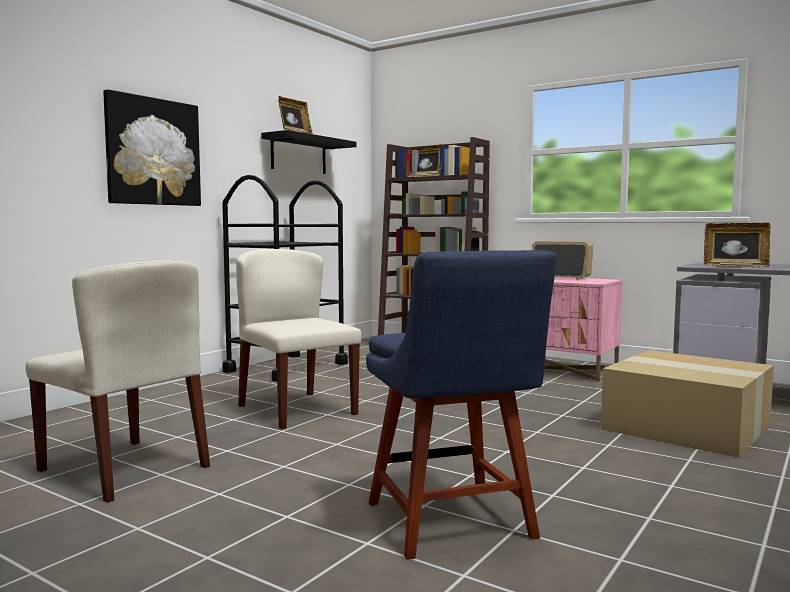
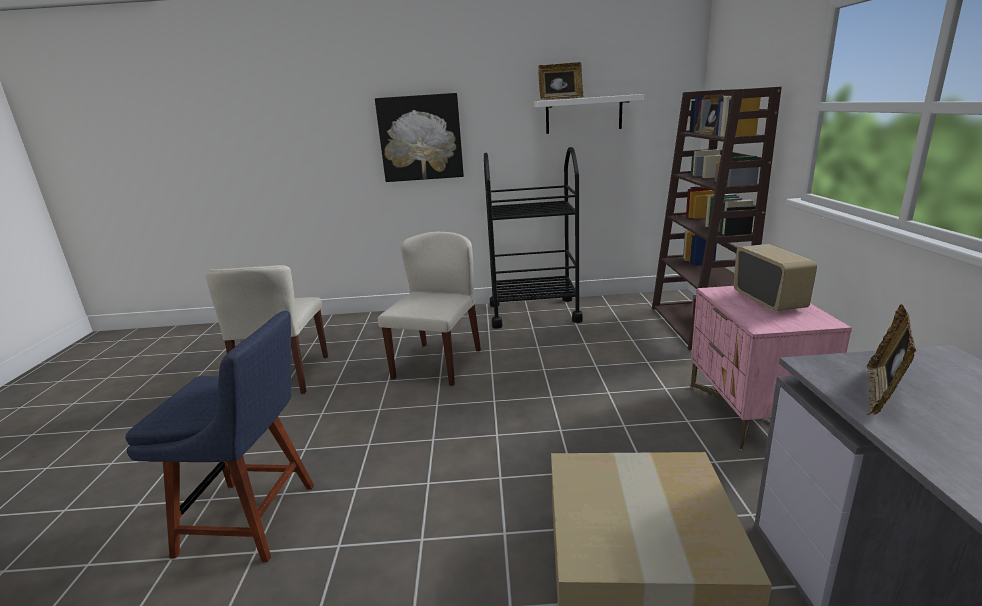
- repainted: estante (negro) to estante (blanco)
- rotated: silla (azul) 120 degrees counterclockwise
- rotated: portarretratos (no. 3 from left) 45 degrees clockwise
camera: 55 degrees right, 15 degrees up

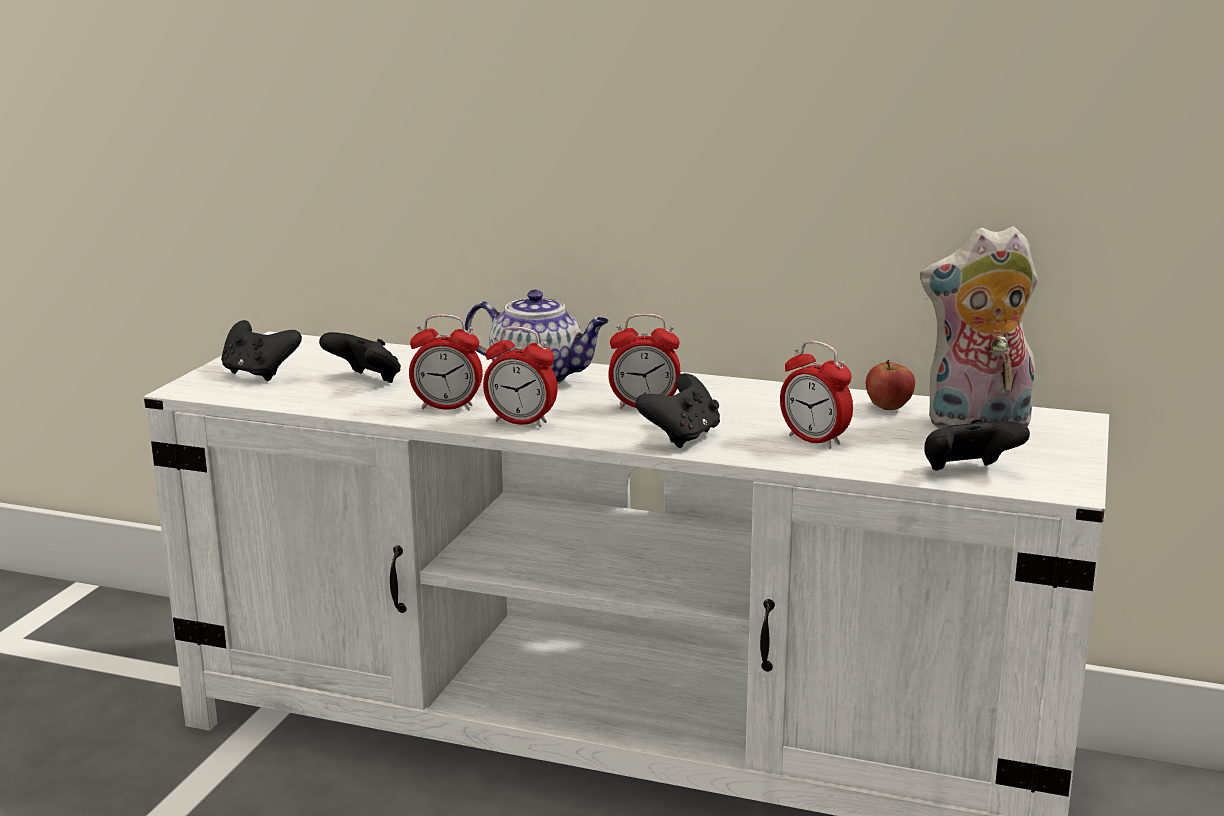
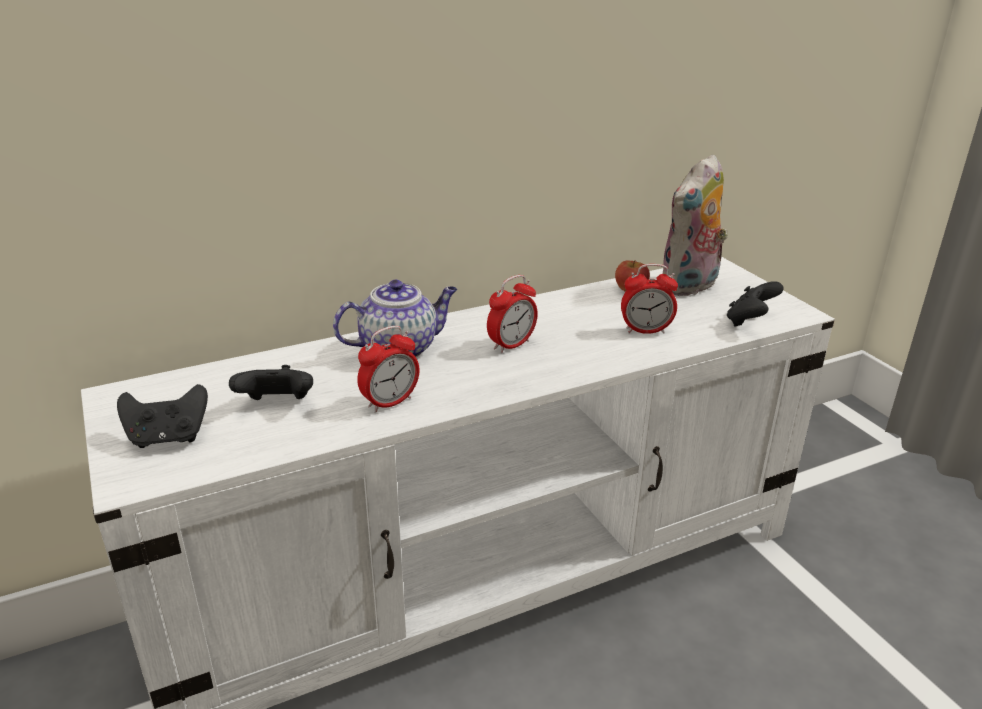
- gone: despertador (no. 2 from left)
- gone: mando de consola (negro) (no. 3 from left)
camera: 45 degrees left, 10 degrees up

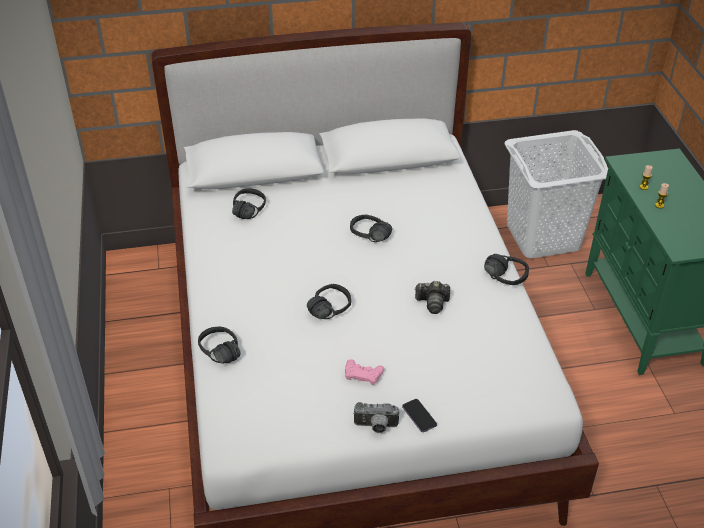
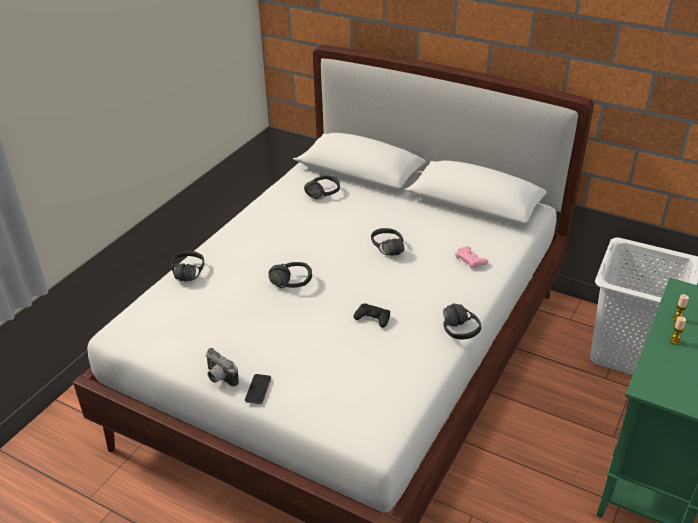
- shifted: mando de consola (rosa)
- swapped: cámara (no. 2 from left) to mando de consola (negro)
camera: 40 degrees right, 5 degrees down

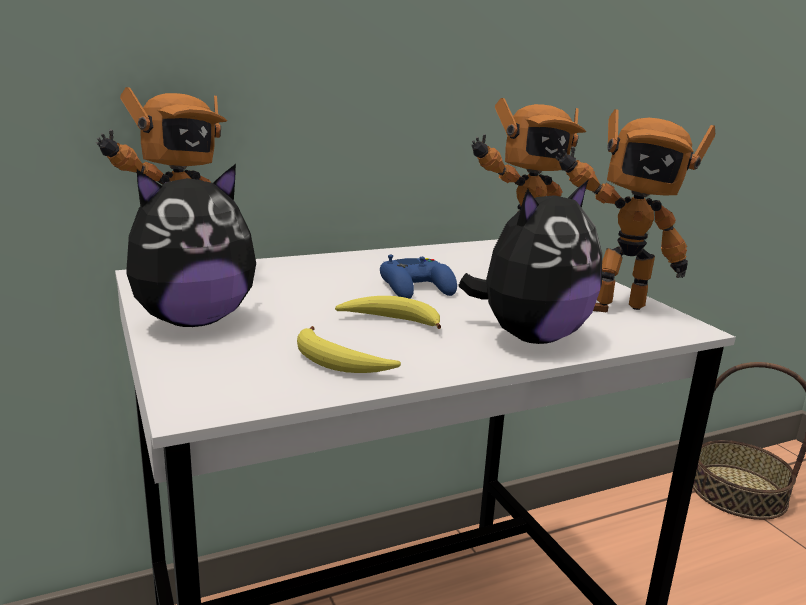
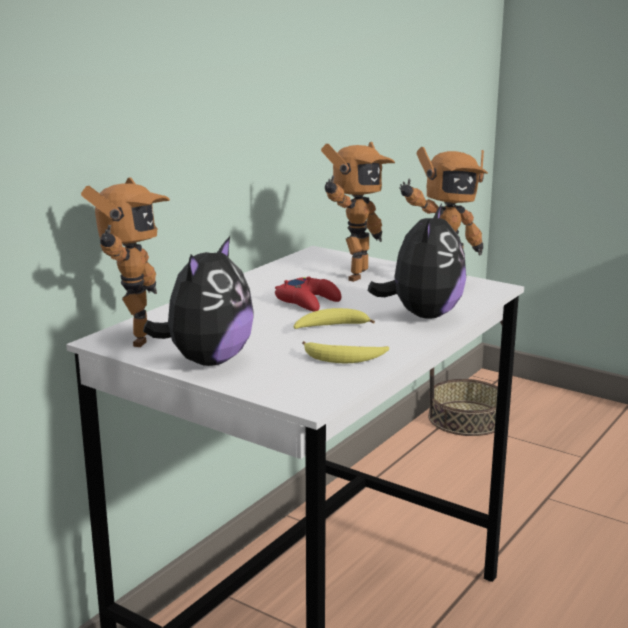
- repainted: mando de consola (azul) to mando de consola (rojo)
camera: 30 degrees left, 0 degrees up

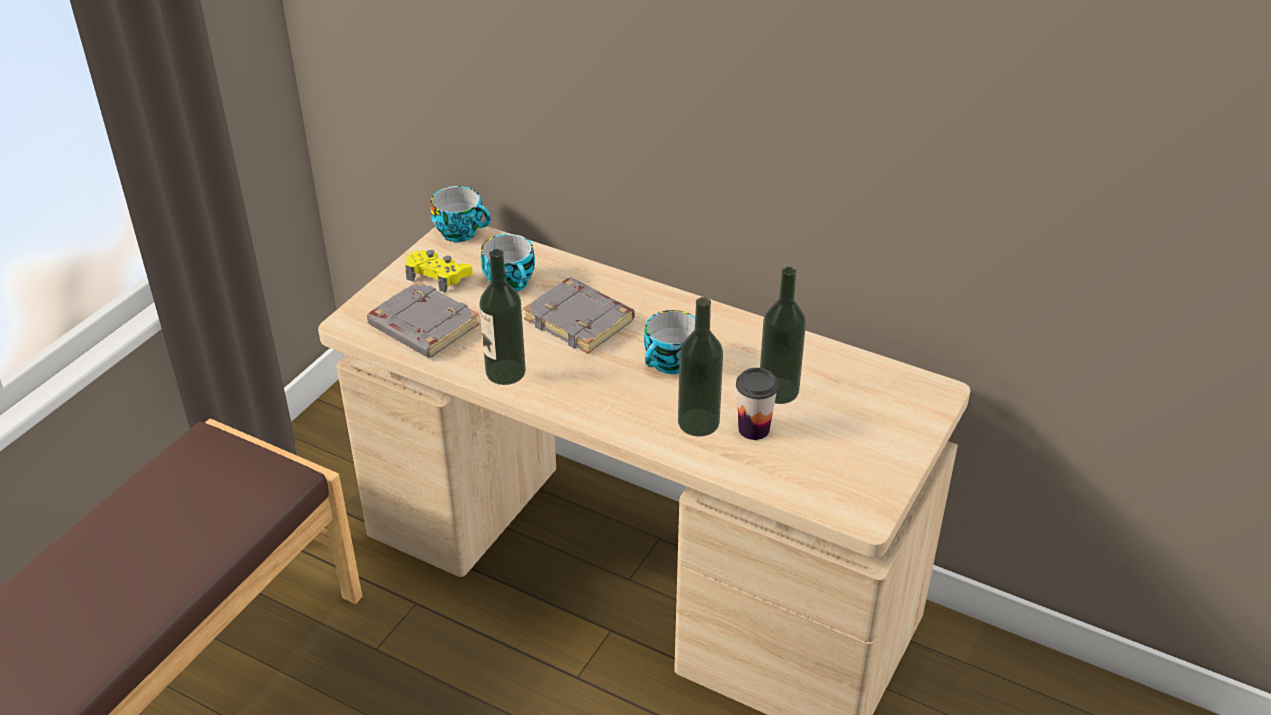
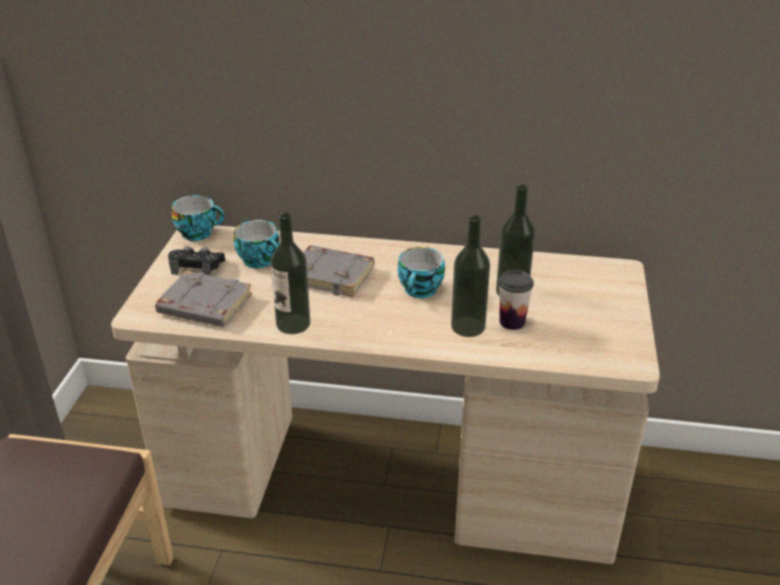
- repainted: mando de consola (amarillo) to mando de consola (negro)
camera: 20 degrees left, 5 degrees down

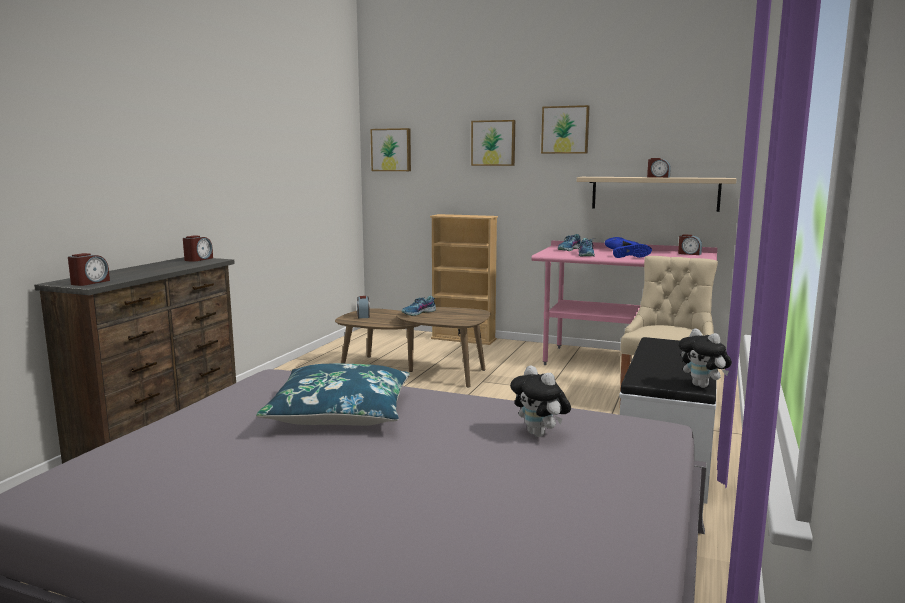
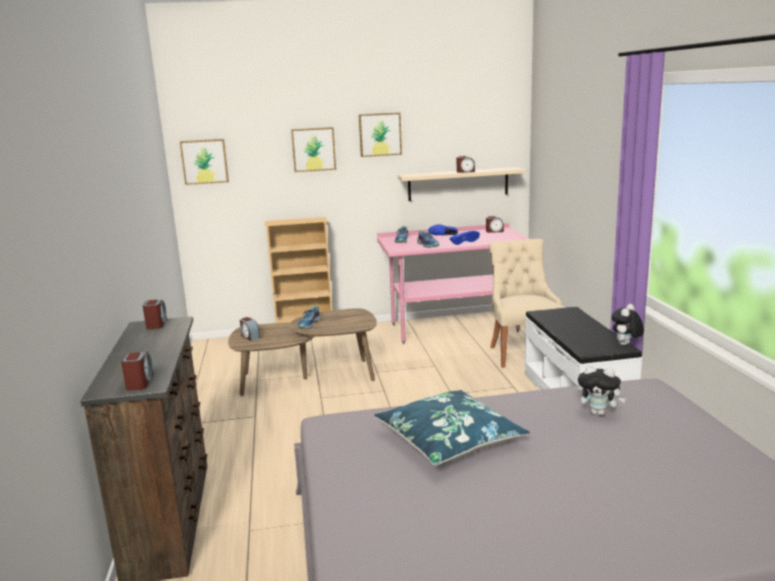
- rotated: peluche (no. 2 from left) 105 degrees clockwise
camera: 30 degrees left, 5 degrees up

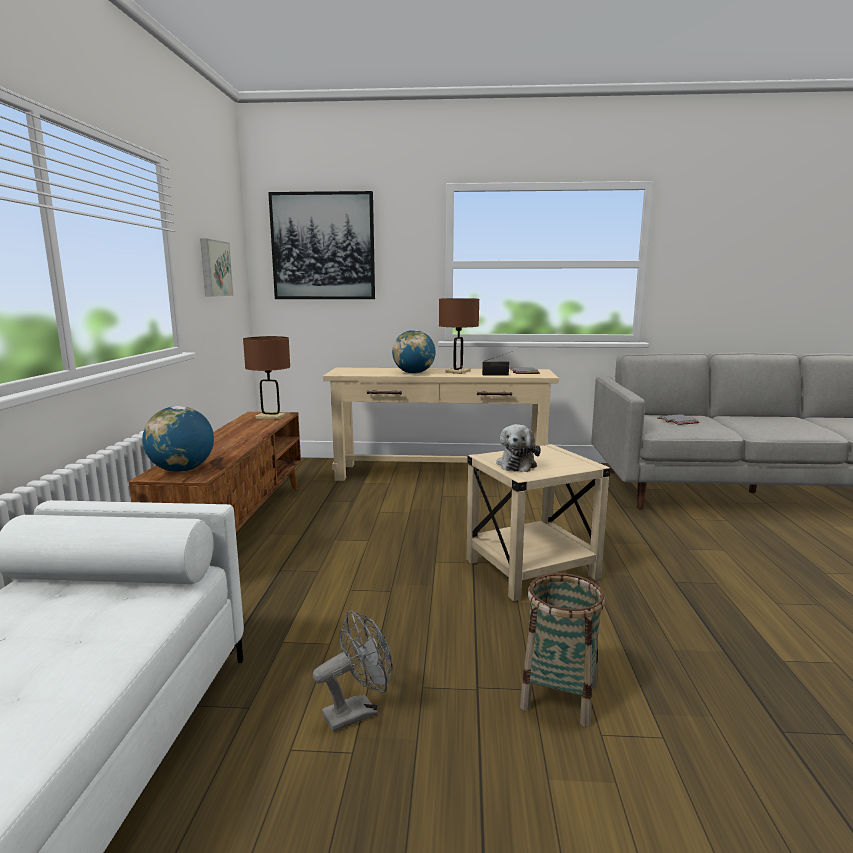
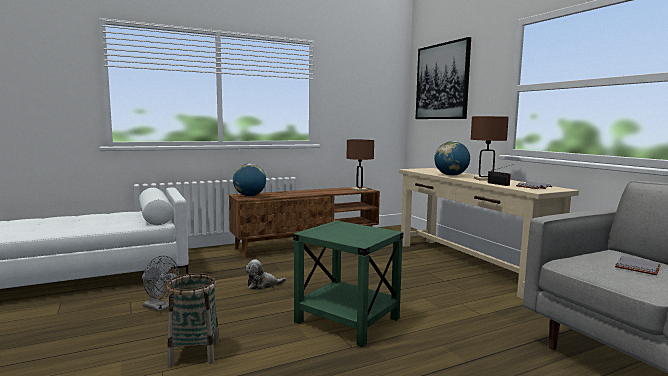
- gone: cuadro (no. 1 from left)
- repainted: mesa auxiliar (beis) to mesa auxiliar (verde)
- shifted: peluche
camera: 60 degrees right, 5 degrees down

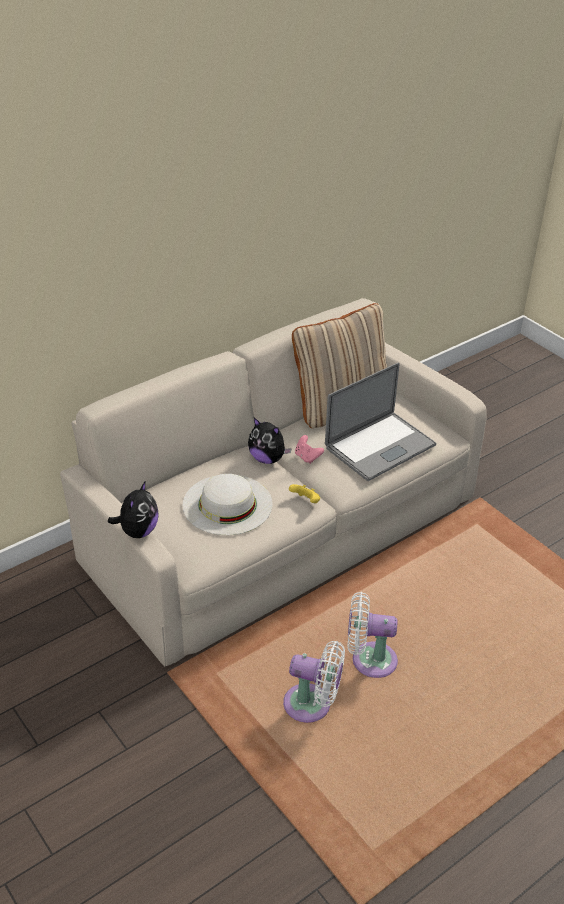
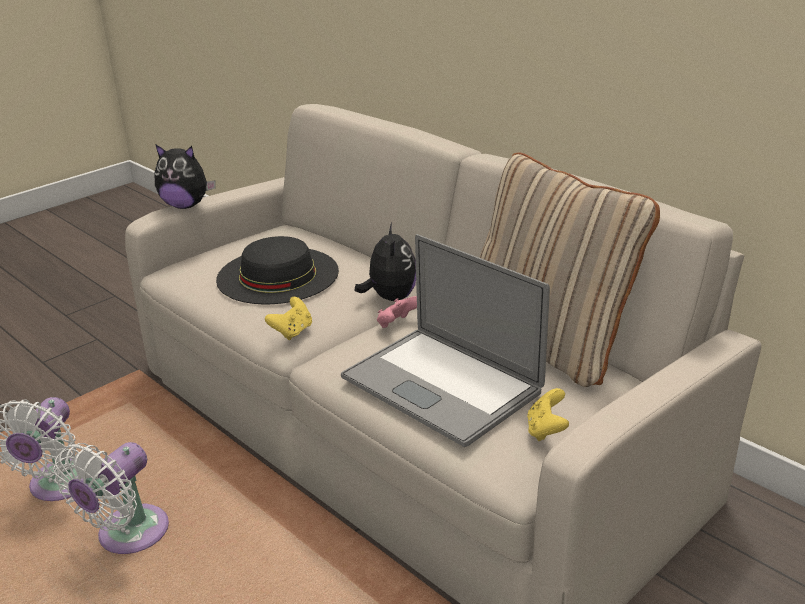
- repainted: sombrero (blanco) to sombrero (negro)
- rotated: peluche (no. 2 from left) 150 degrees clockwise
- rotated: ventilador (blanco) (no. 2 from left) 150 degrees counterclockwise
- new: mando de consola (amarillo) (no. 2 from left)
camera: 85 degrees right, 10 degrees down

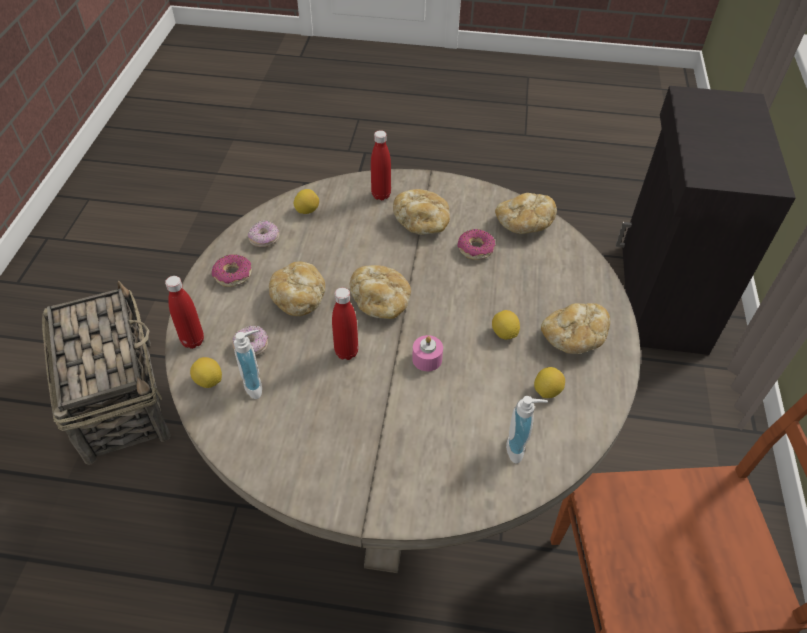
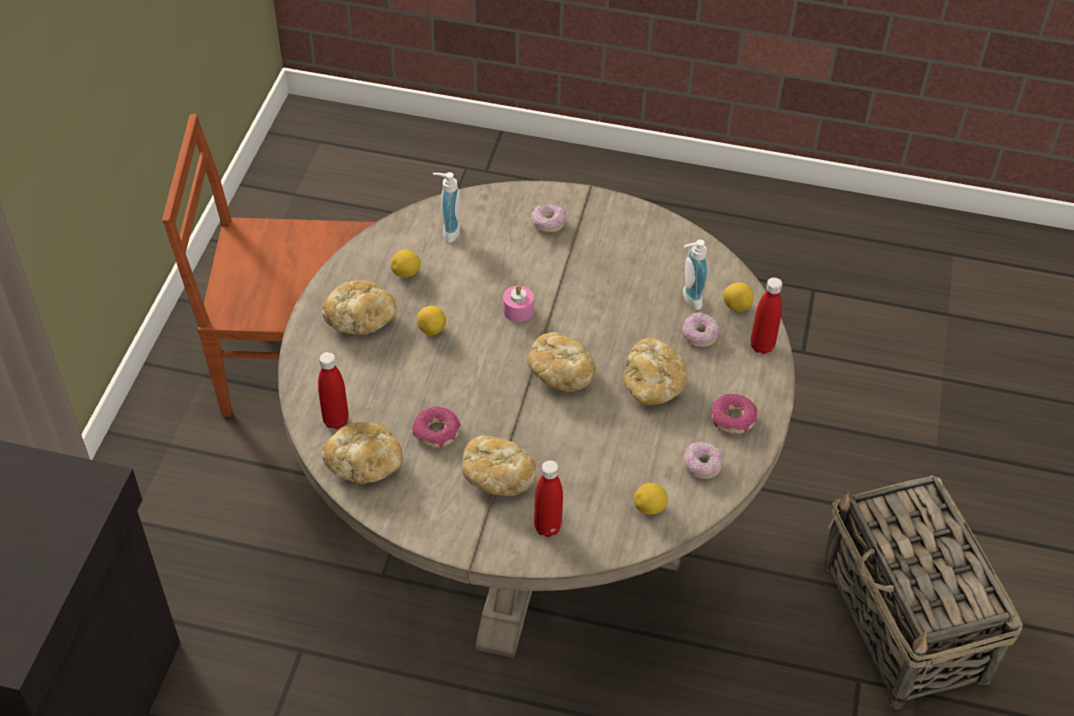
- shifted: botella (rojo) (no. 2 from left in the first image) to botella (rojo) (no. 1 from left)
- new: rosquilla (no. 2 from left)
camera: 175 degrees left, 0 degrees up

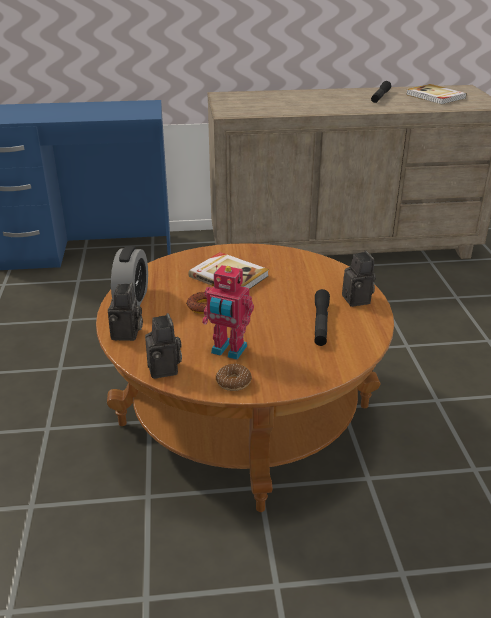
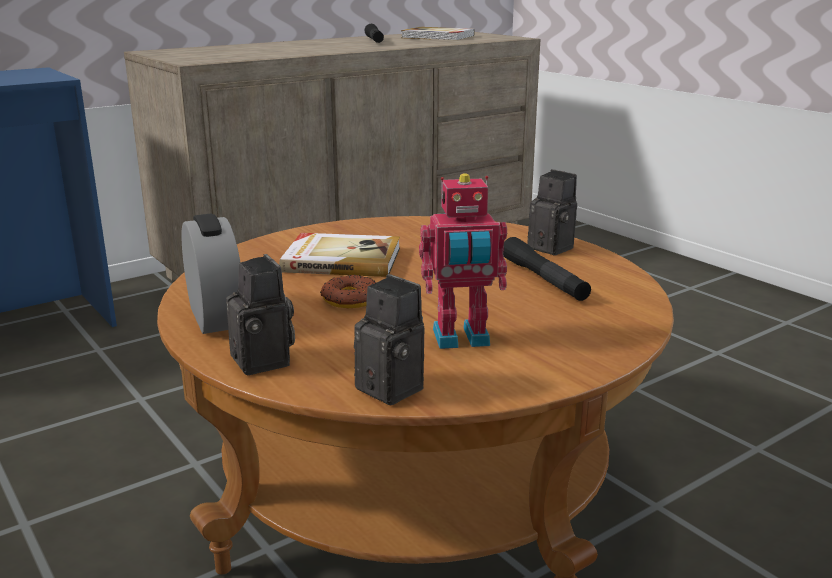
- gone: rosquilla (no. 2 from left)
camera: 30 degrees left, 10 degrees down

